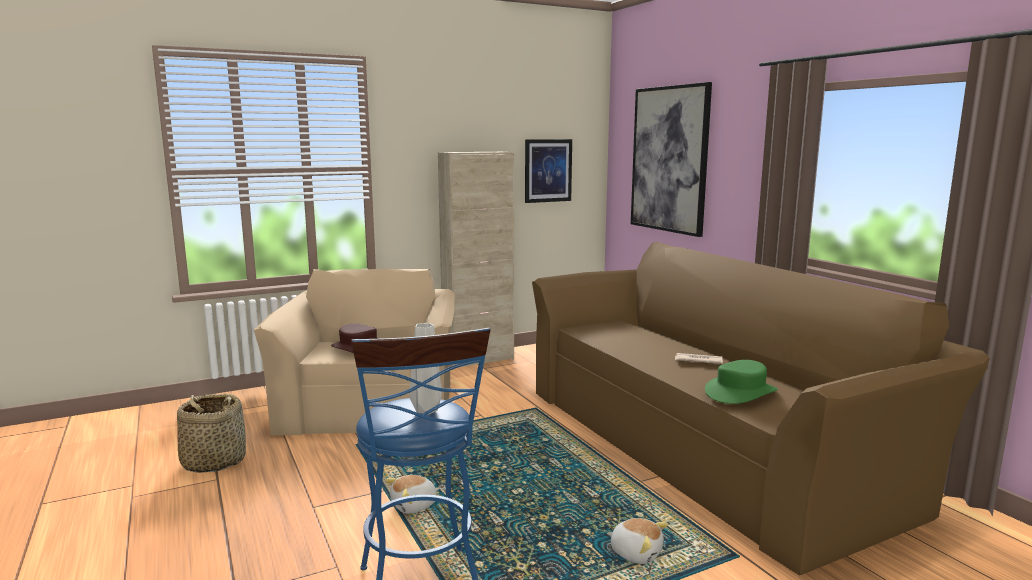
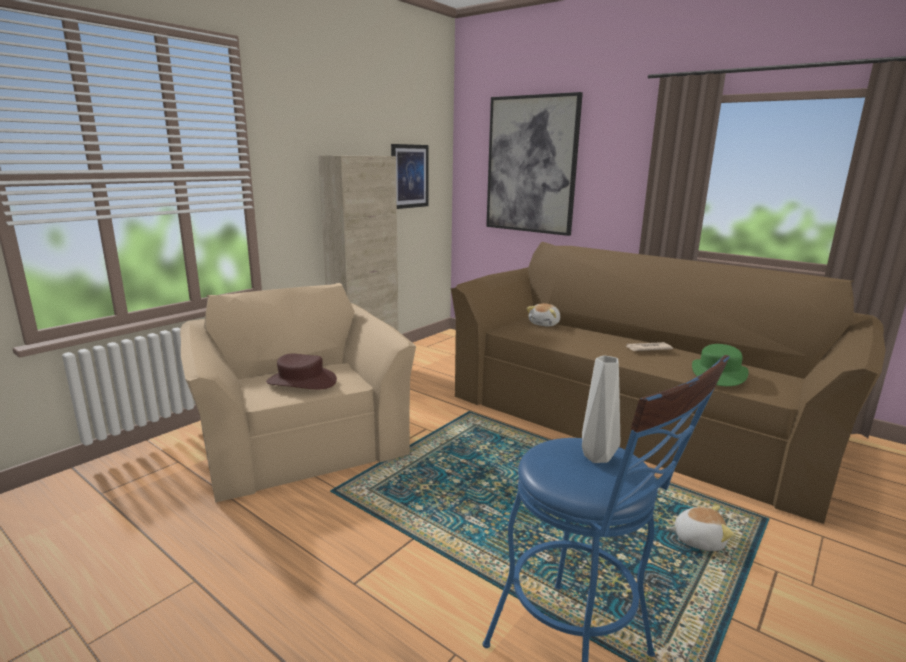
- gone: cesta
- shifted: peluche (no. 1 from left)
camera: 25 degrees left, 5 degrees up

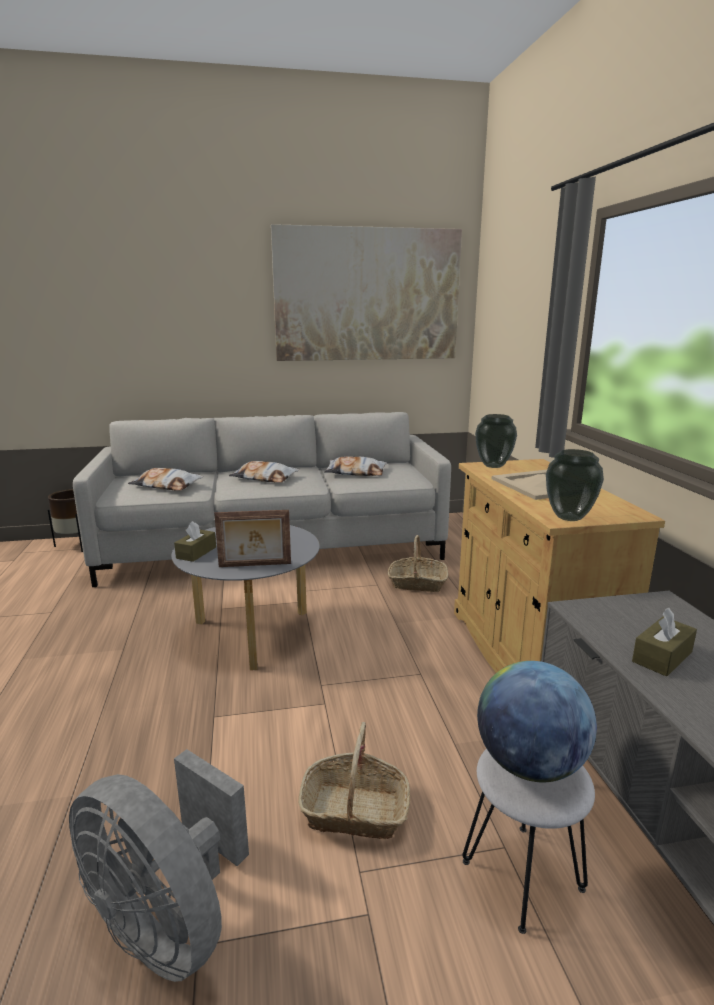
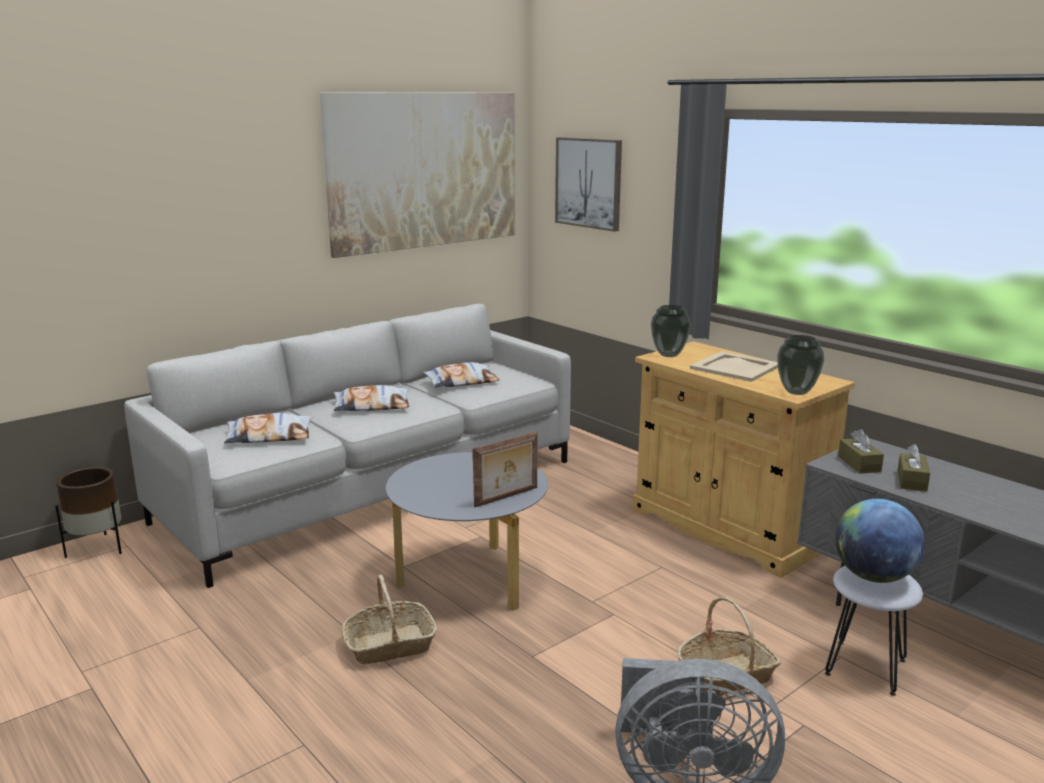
- shifted: caja de pañuelos (marrón) (no. 1 from left)
- shifted: cesta (no. 2 from left in the first image) to cesta (no. 1 from left)
- new: cuadro (no. 2 from left)
camera: 30 degrees left, 0 degrees up

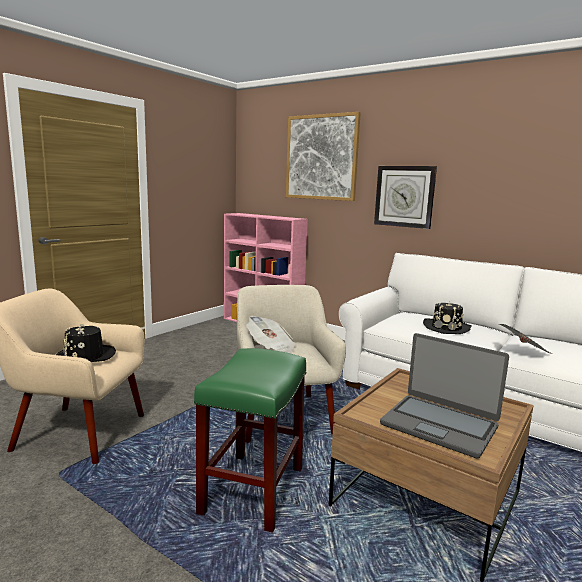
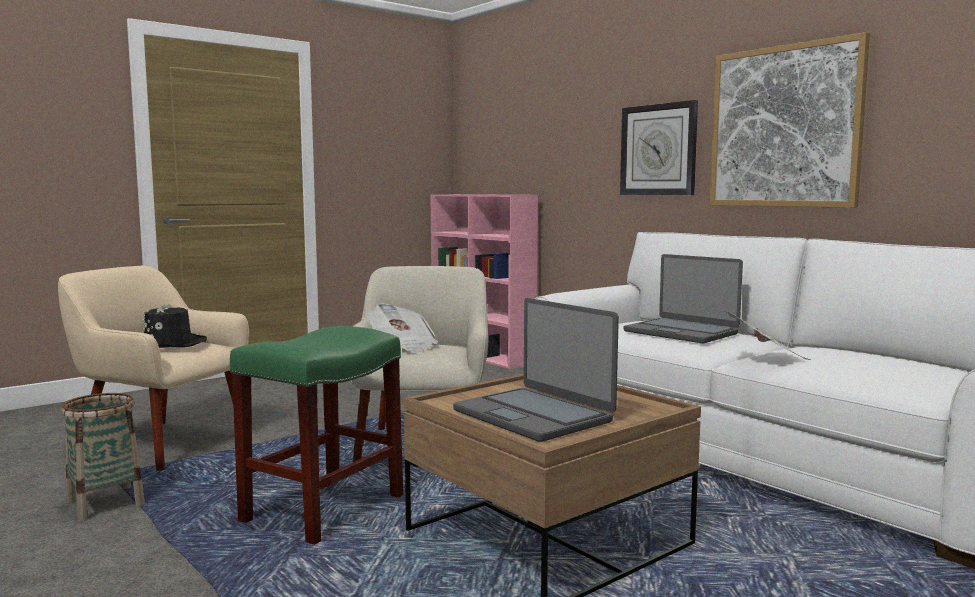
- shifted: cuadro
- swapped: sombrero (negro) (no. 2 from left) to portátil (no. 2 from left)
- new: cesta
camera: 15 degrees right, 5 degrees down

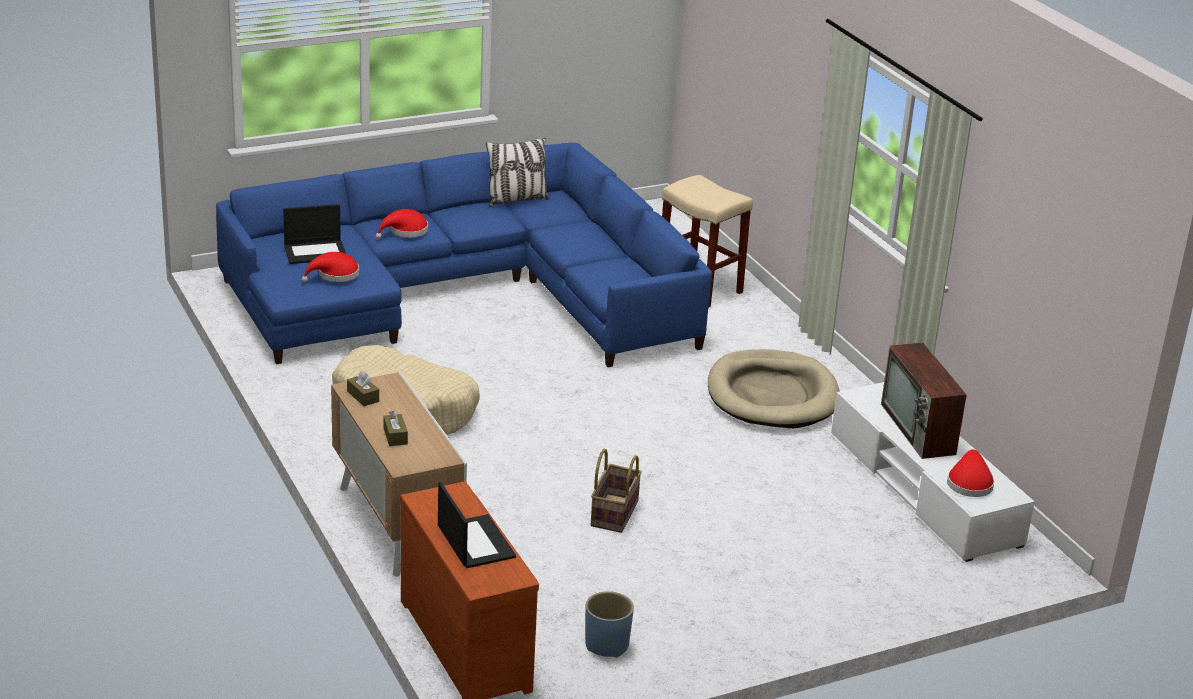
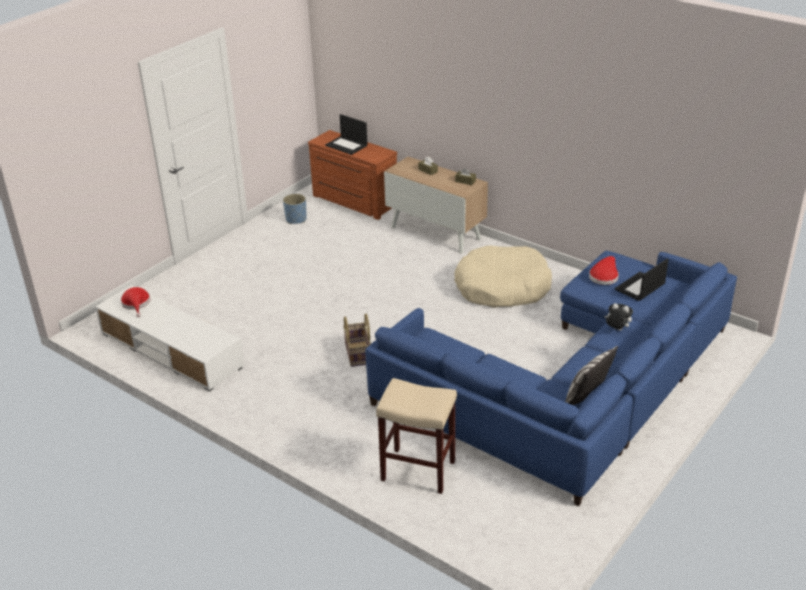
- swapped: sombrero (rojo) (no. 2 from left) to peluche
- shifted: cesta
- gone: cama para perro (beis) (no. 2 from left)
- gone: televisor
camera: 155 degrees right, 5 degrees up

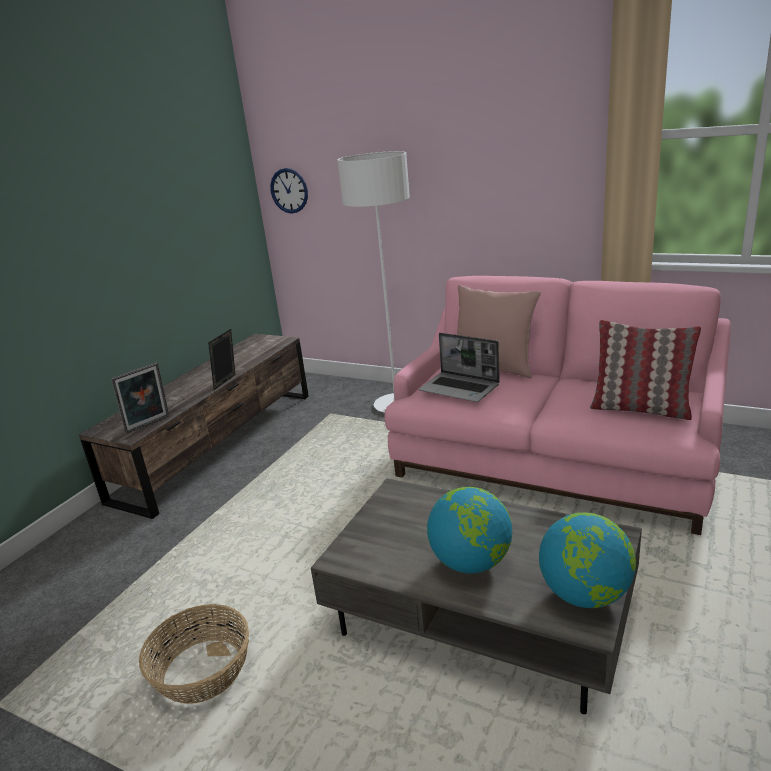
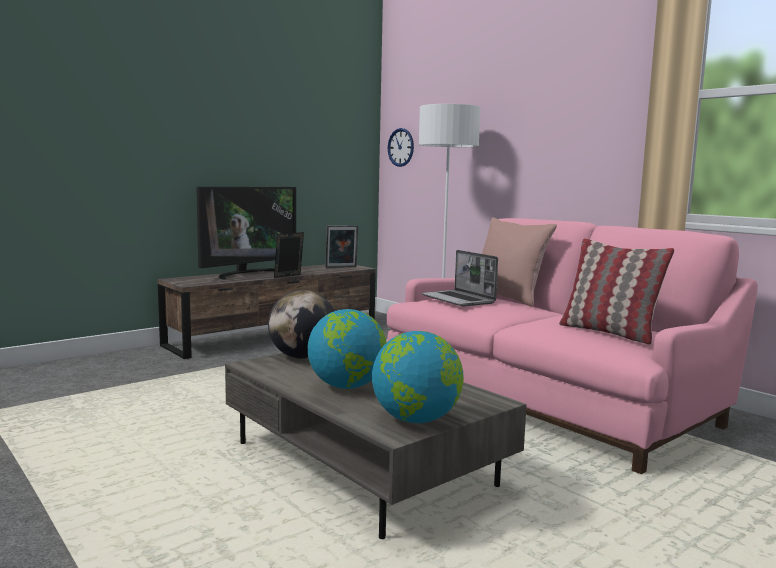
- shifted: portarretratos (no. 1 from left in the first image) to portarretratos (no. 2 from left)
- gone: cesta
- new: televisor
- new: globo terráqueo (no. 1 from left)
camera: 20 degrees right, 15 degrees down

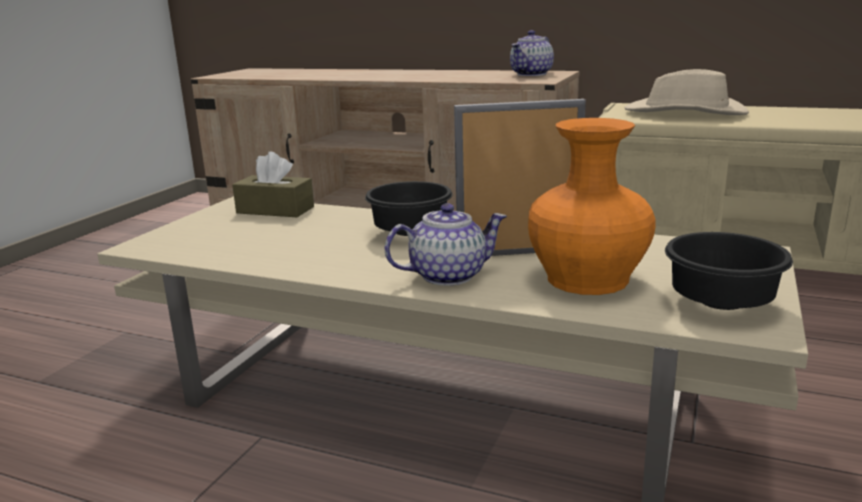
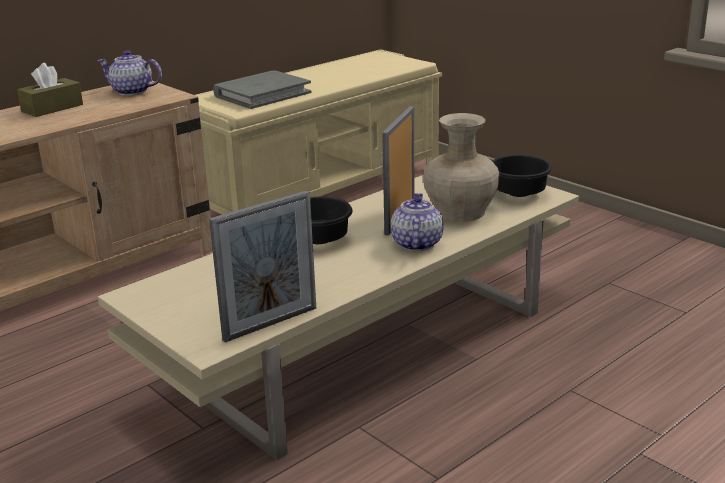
- shifted: caja de pañuelos (marrón)
- rotated: tetera (no. 2 from left in the first image) 135 degrees clockwise
- repainted: florero (naranja) to florero (beis)
- swapped: sombrero (beis) to libro (gris)
- new: portarretratos (no. 1 from left)
camera: 65 degrees left, 5 degrees up

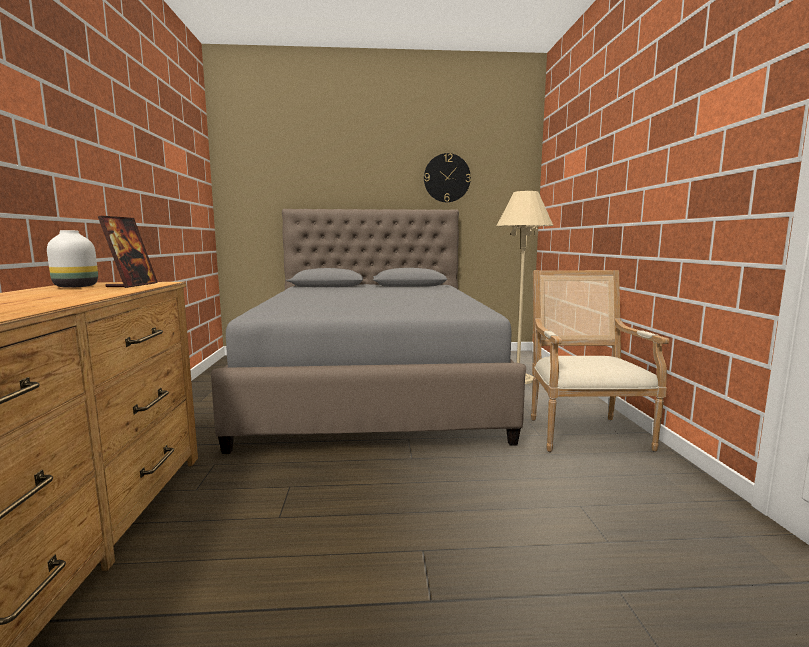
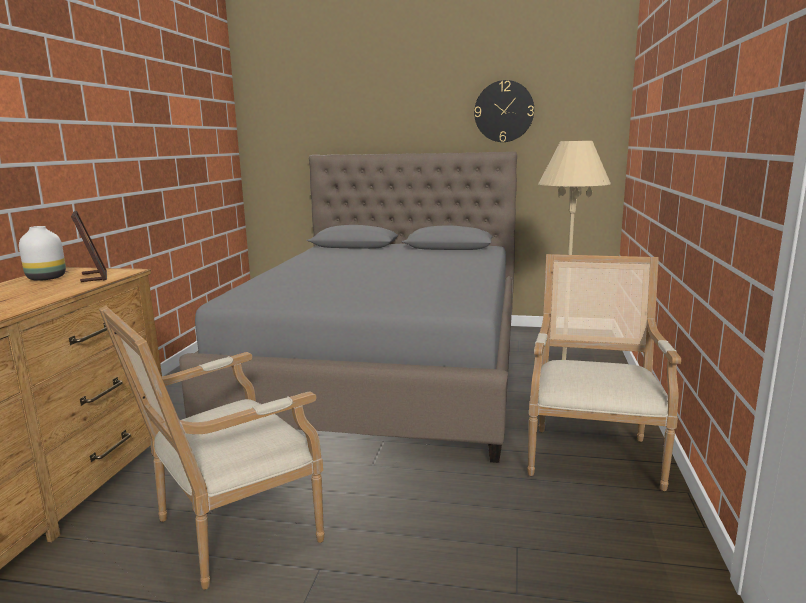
- rotated: portarretratos 45 degrees counterclockwise
- new: sillón (no. 1 from left)
camera: 15 degrees right, 5 degrees up

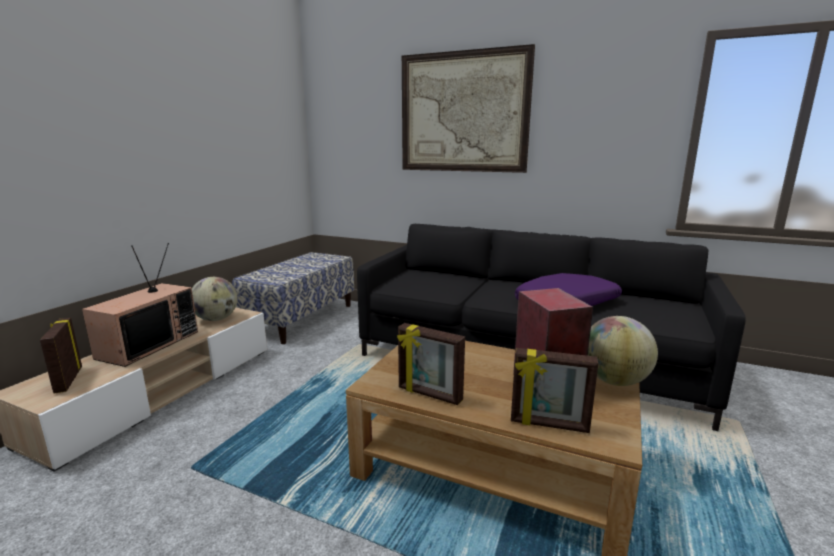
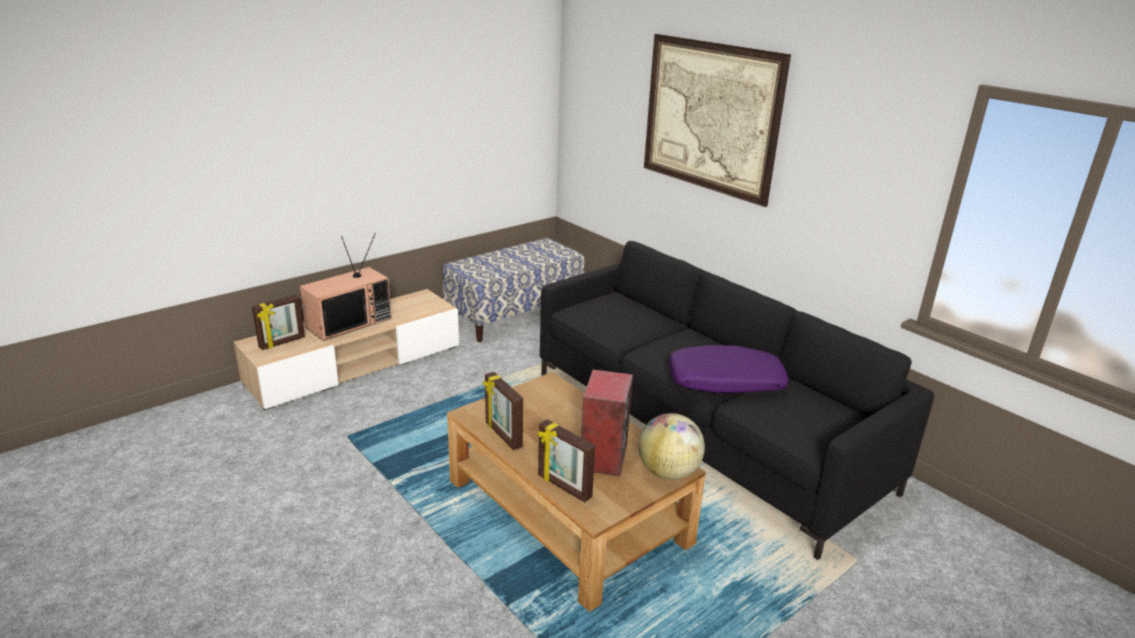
- rotated: portarretratos (no. 1 from left) 135 degrees counterclockwise
- gone: globo terráqueo (no. 1 from left)
camera: 25 degrees right, 10 degrees up

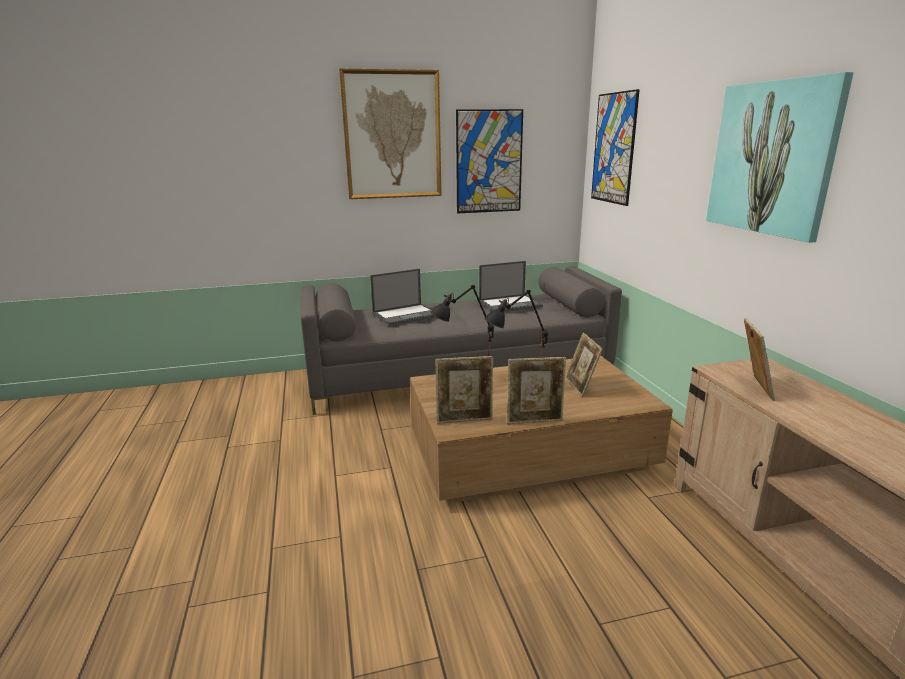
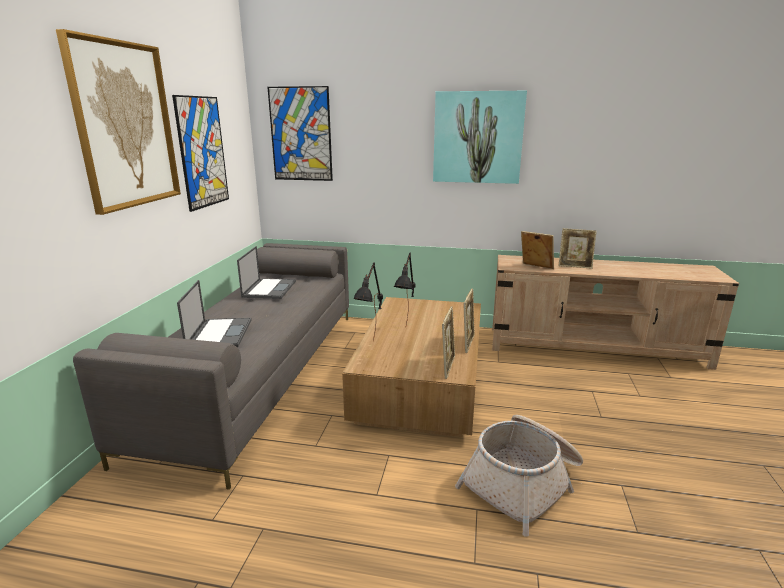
- shifted: portarretratos (no. 3 from left in the first image) to portarretratos (no. 4 from left)
- new: cesta
camera: 65 degrees left, 0 degrees up

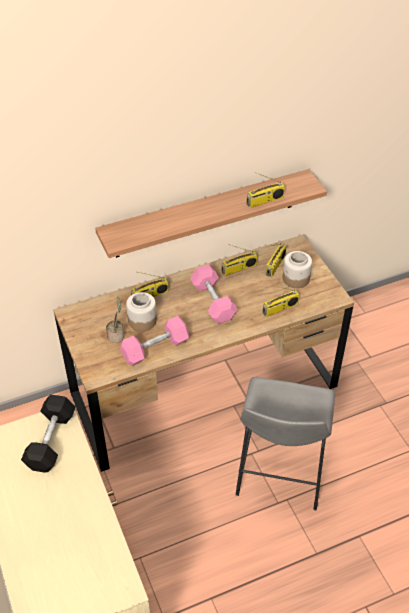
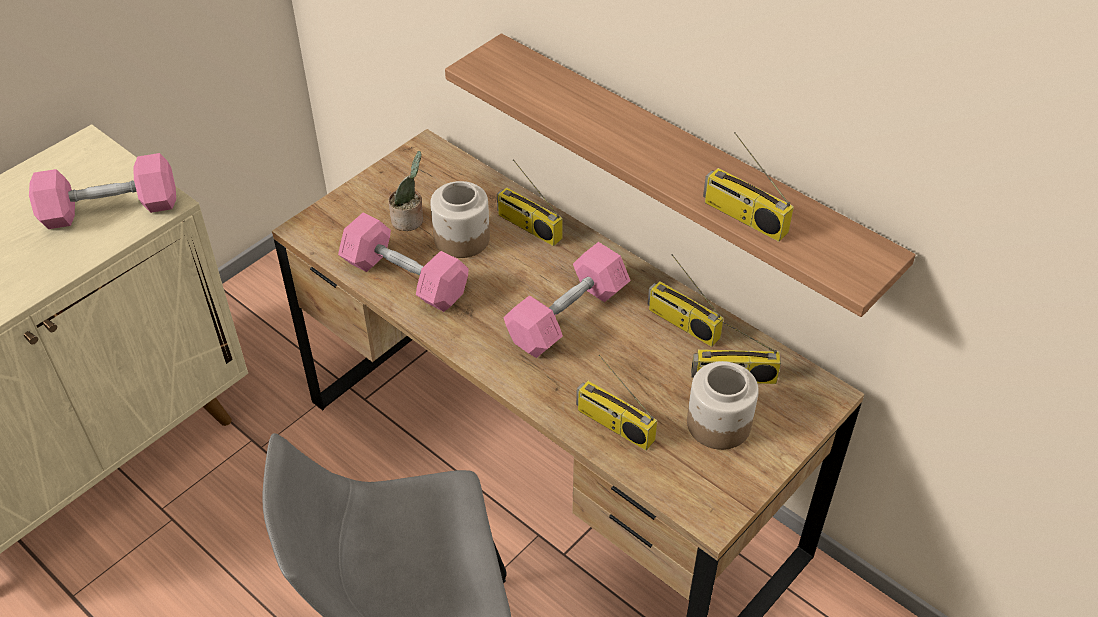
- repainted: mancuerna (negro) to mancuerna (rosa) (no. 1 from left)
camera: 65 degrees right, 0 degrees up

